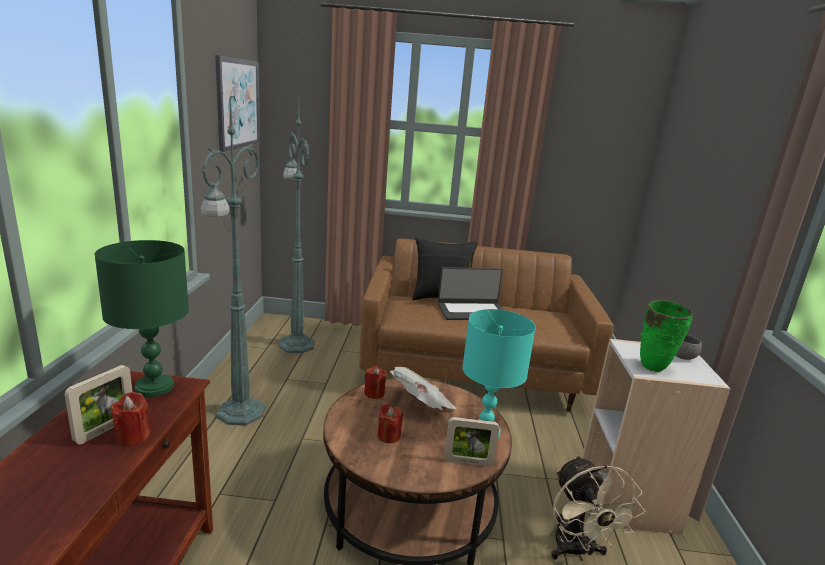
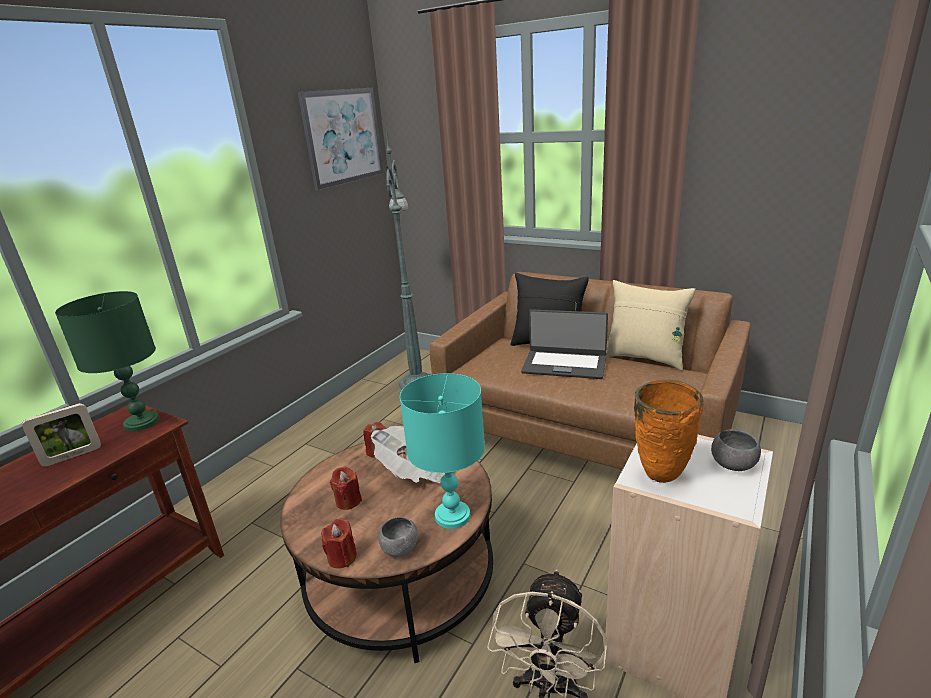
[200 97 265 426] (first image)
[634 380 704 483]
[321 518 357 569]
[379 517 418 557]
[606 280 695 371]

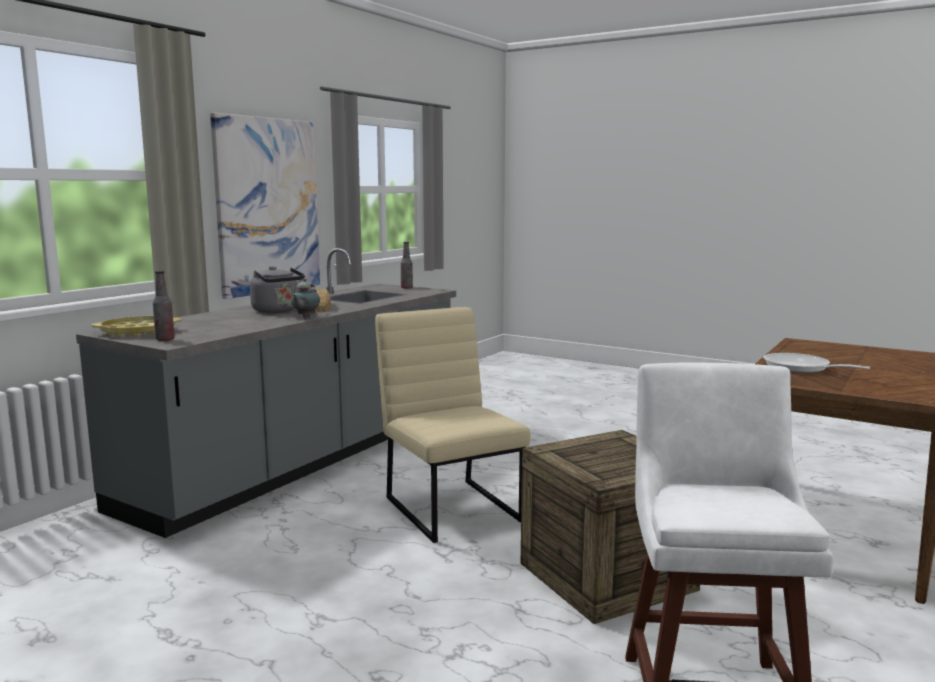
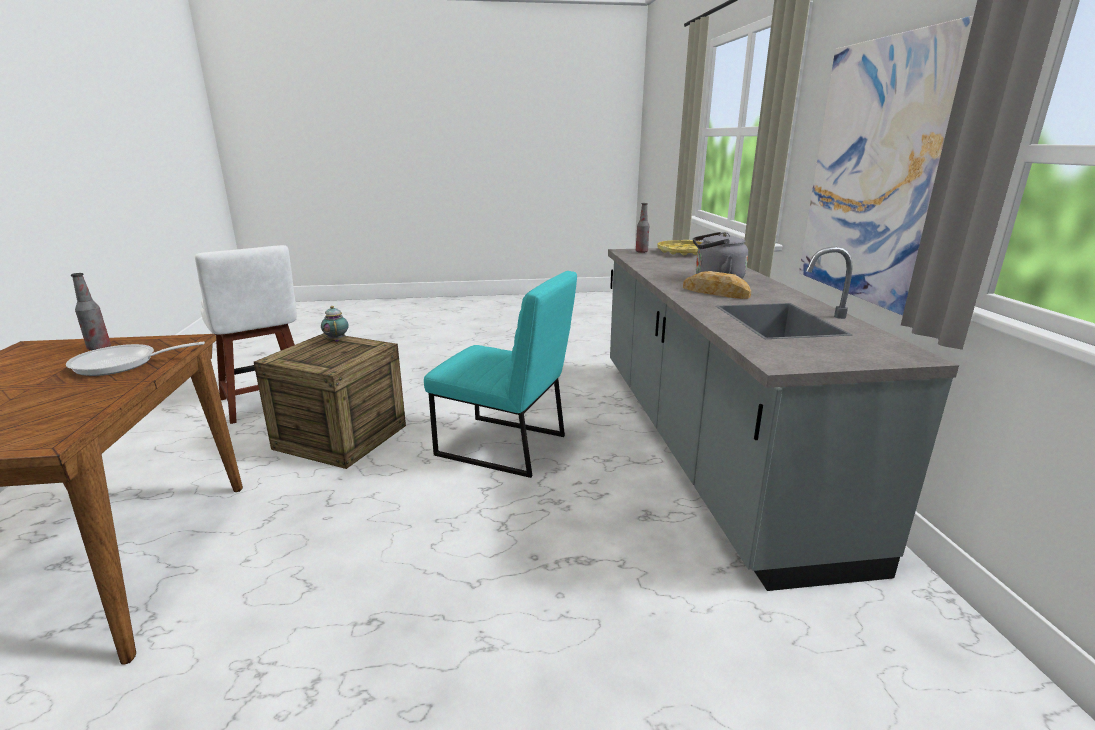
[71 273 111 350]
[321 306 348 342]
[424 271 577 478]
[66 342 205 376]

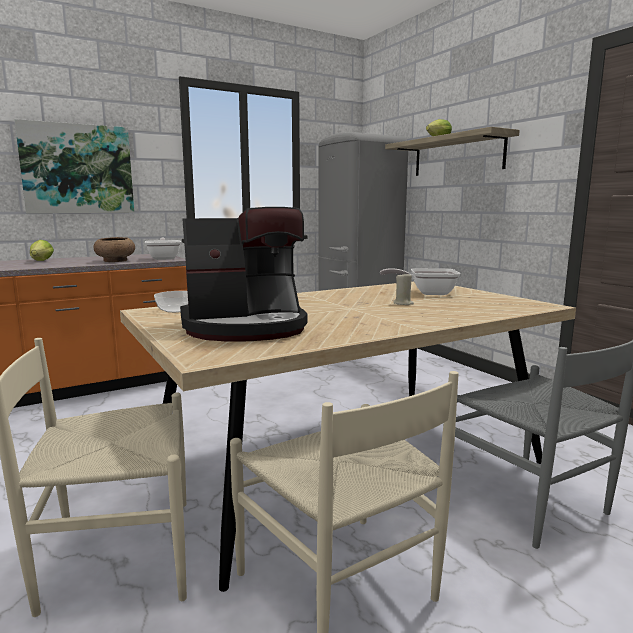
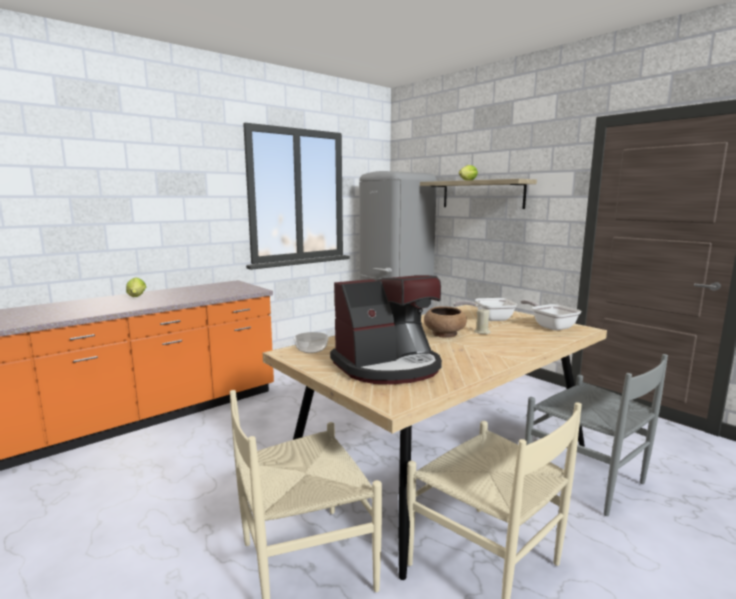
[14 119 134 214] (first image)
[424 306 467 338]
[521 300 581 331]

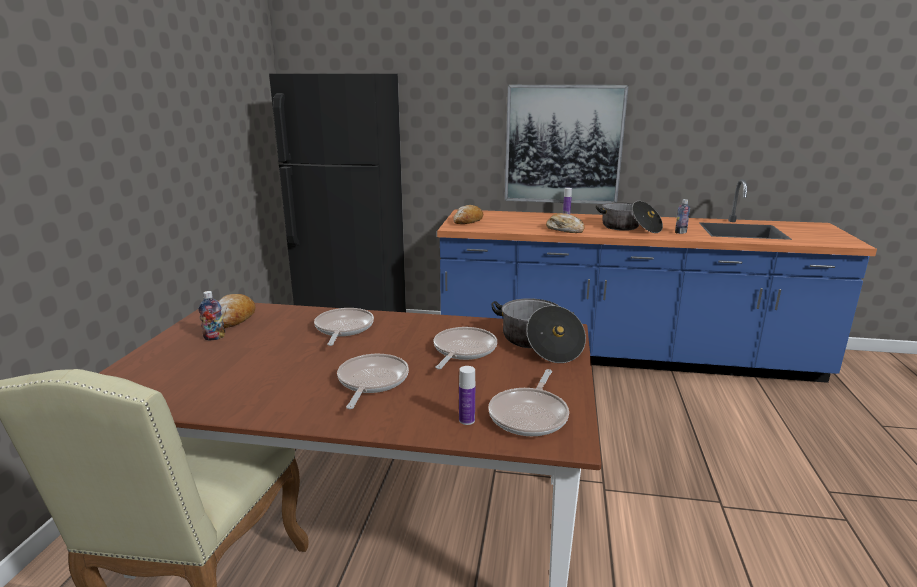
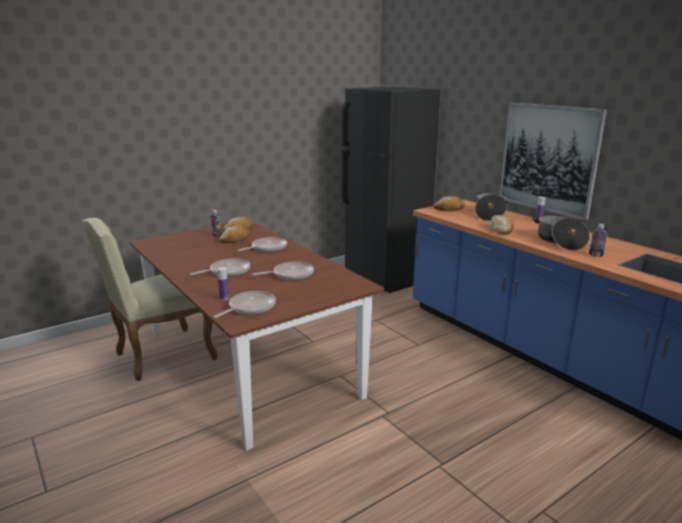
[475 192 508 221]
[213 291 276 318]
[219 225 250 243]

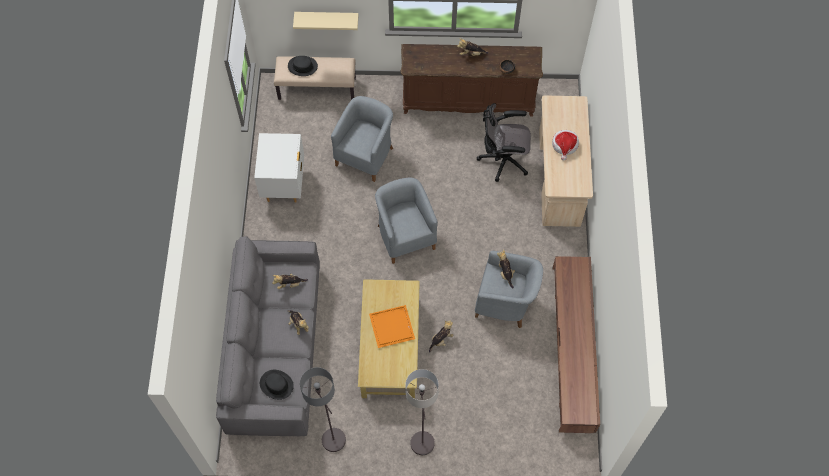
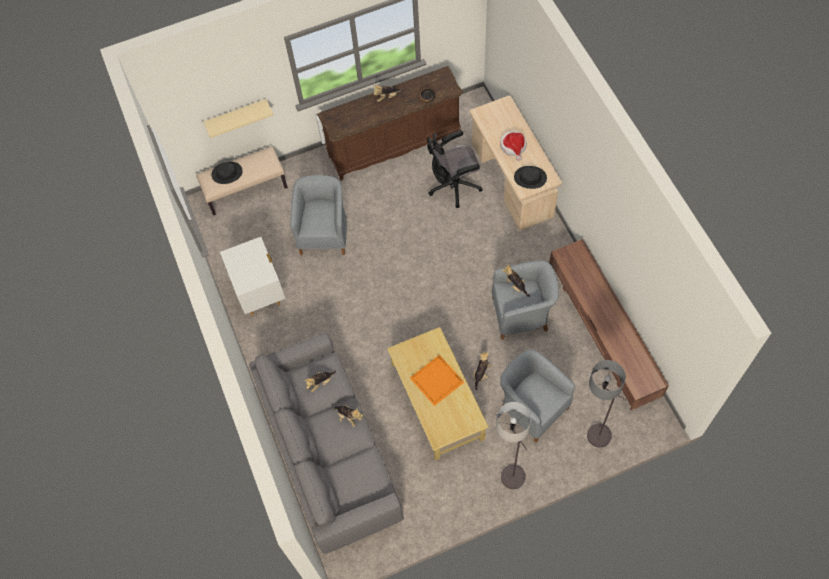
[500 350 575 443]
[587 360 627 448]
[514 166 547 189]

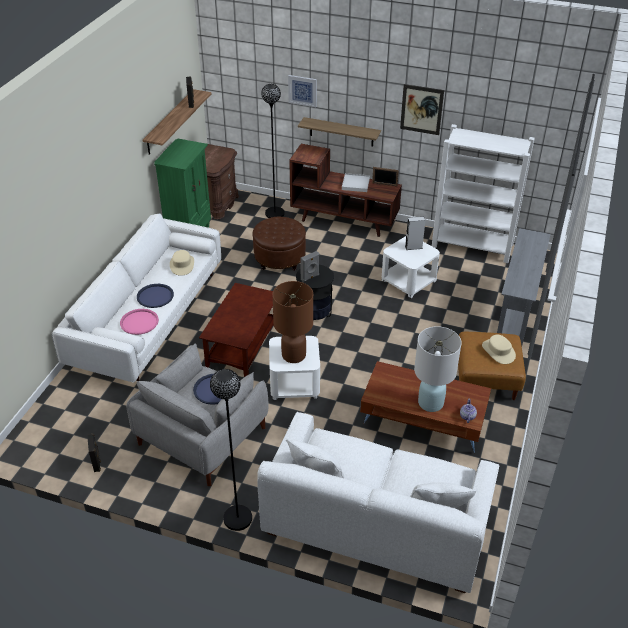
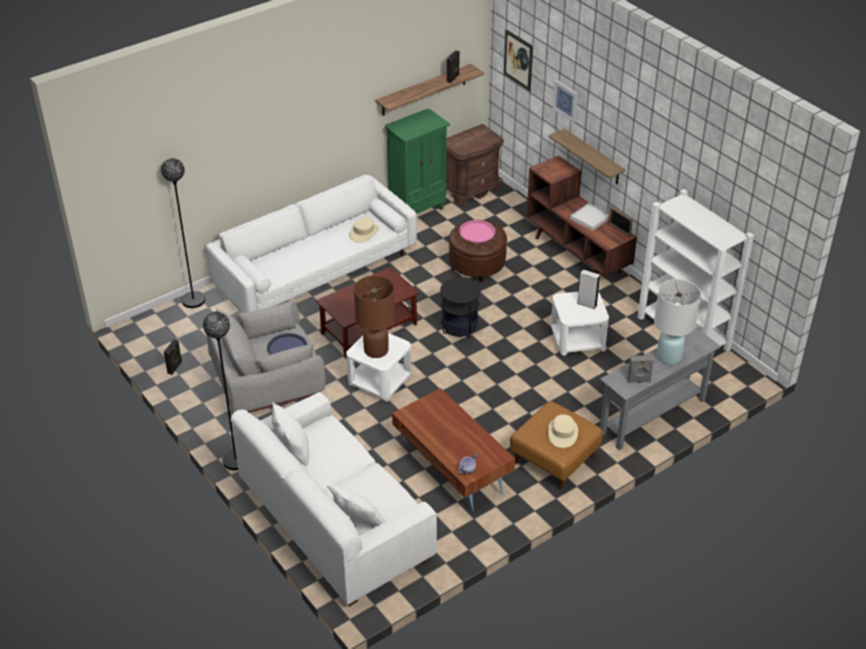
[161 158 205 308]
[504 29 533 91]
[627 355 654 383]
[137 284 174 308] (first image)
[459 220 495 243]
[654 279 701 365]

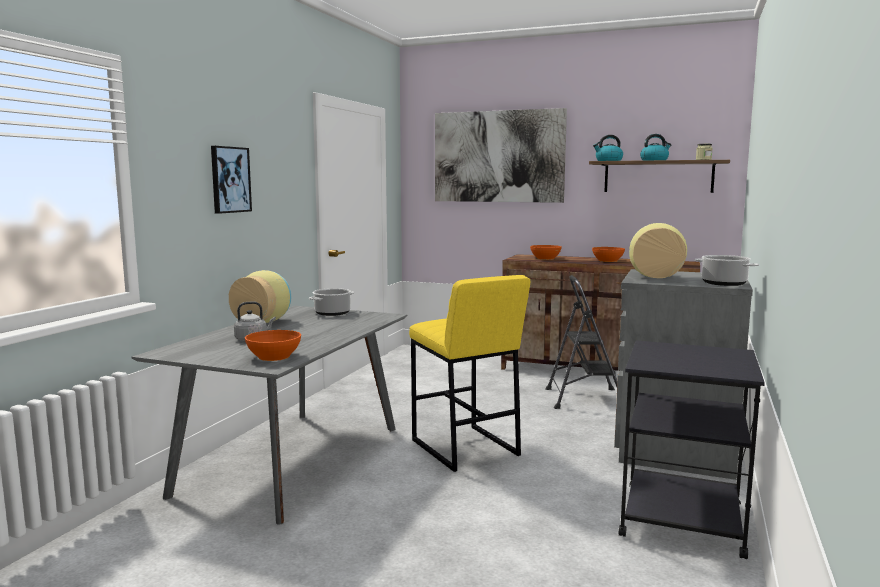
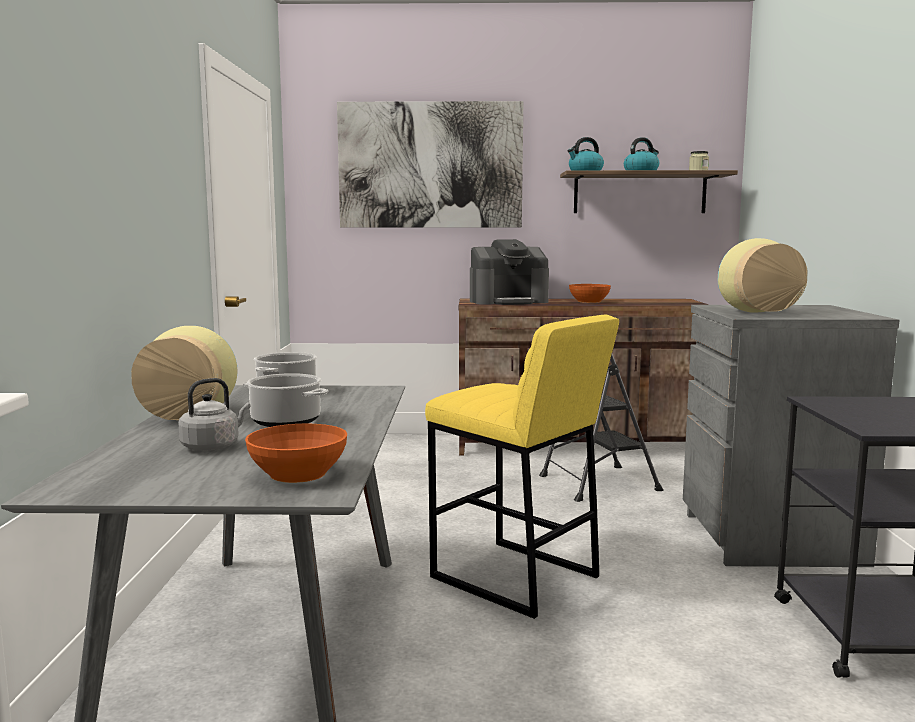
[211 146 252 214] (first image)
[470 239 549 305]
[243 373 328 427]

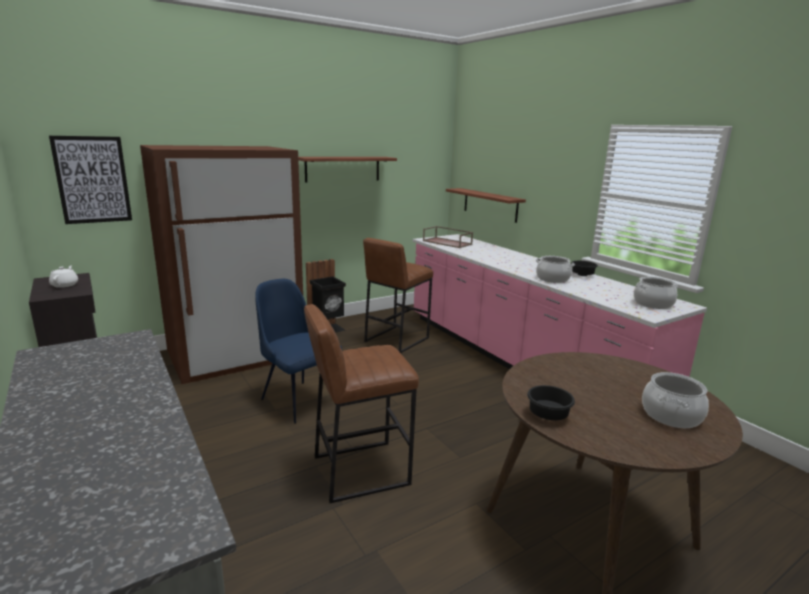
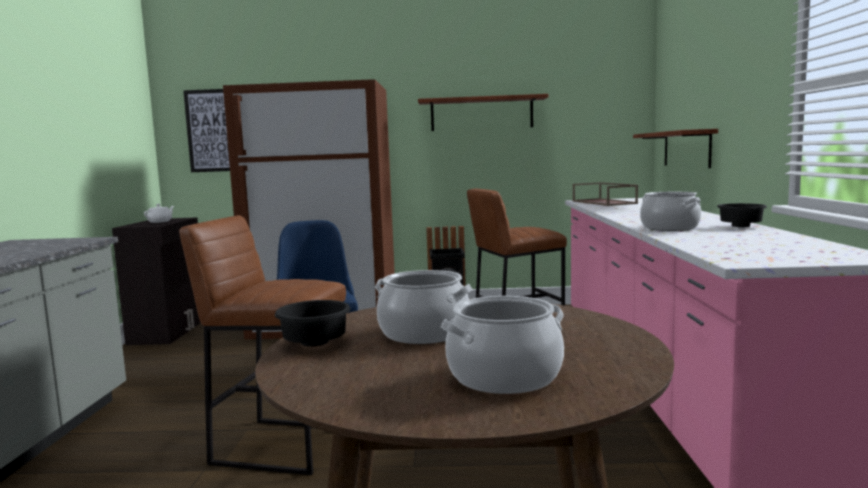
[375 270 473 344]

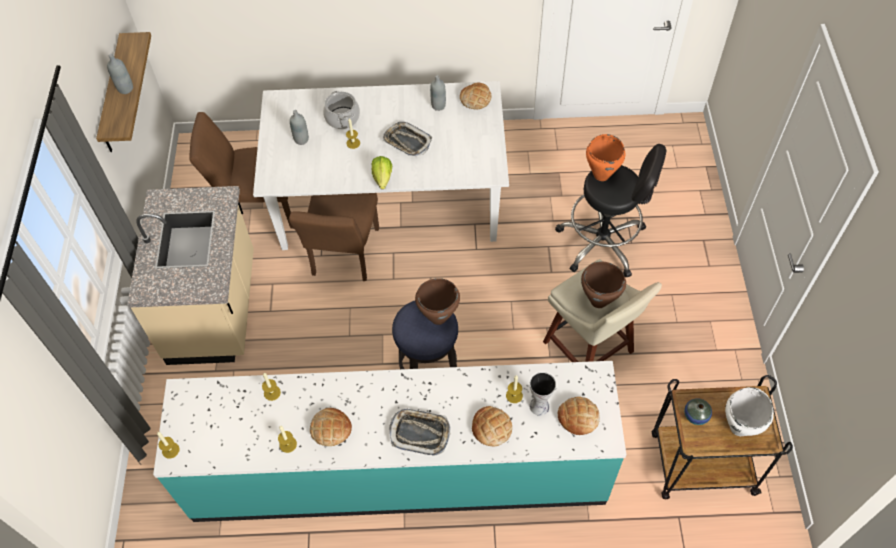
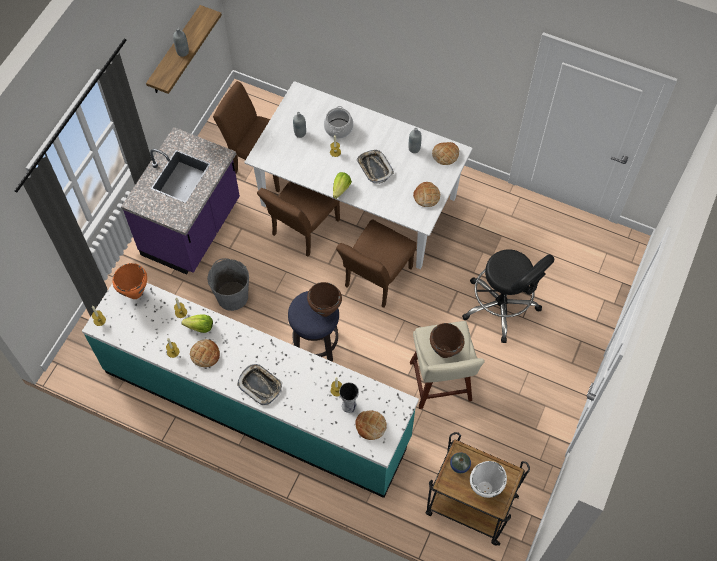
[112 263 147 299]
[121 127 240 275]
[413 182 440 207]
[336 219 417 308]
[207 258 249 311]
[182 314 213 333]

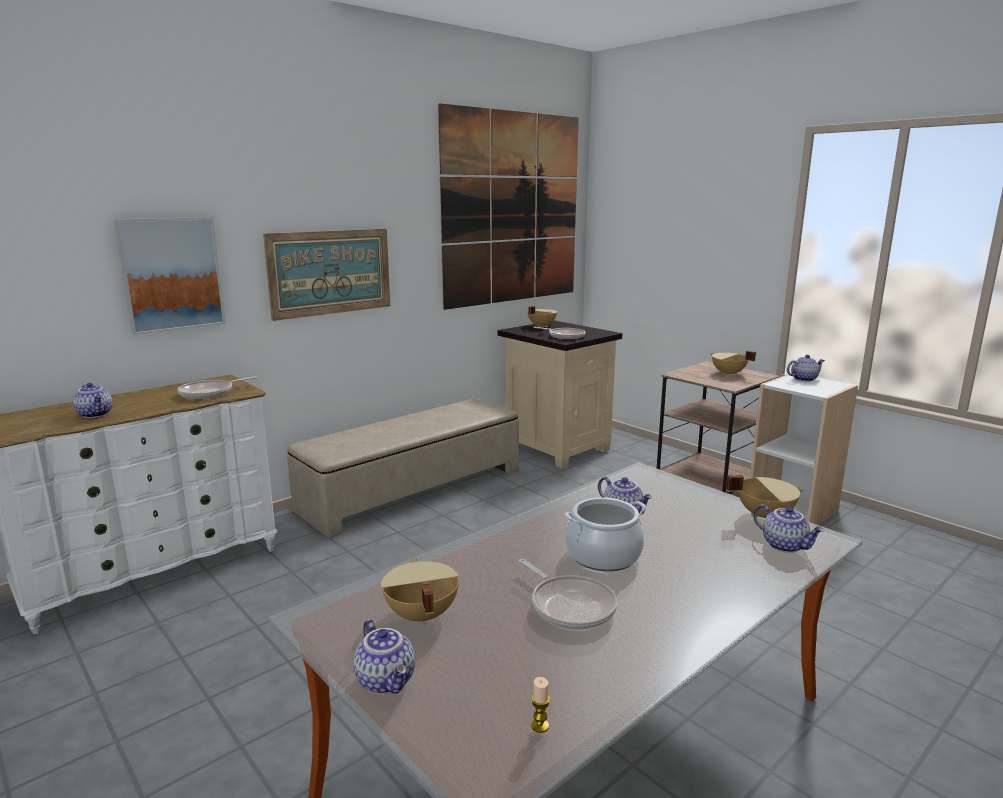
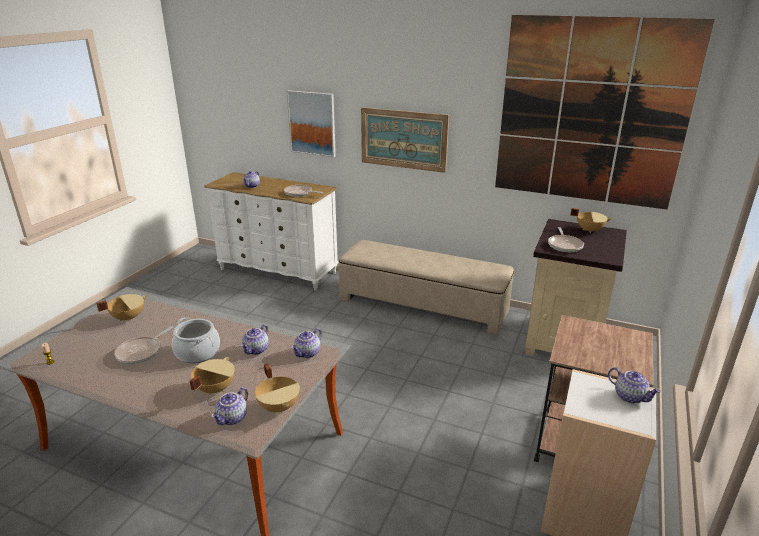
[190 357 235 395]
[291 328 322 358]

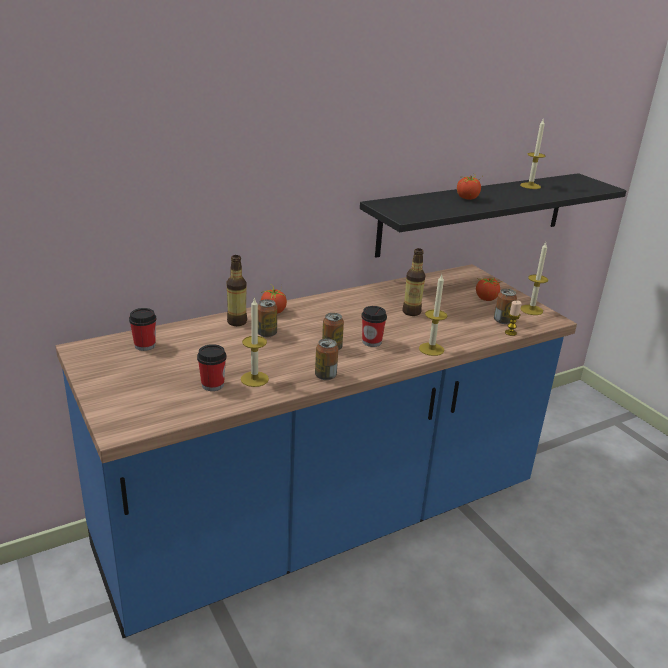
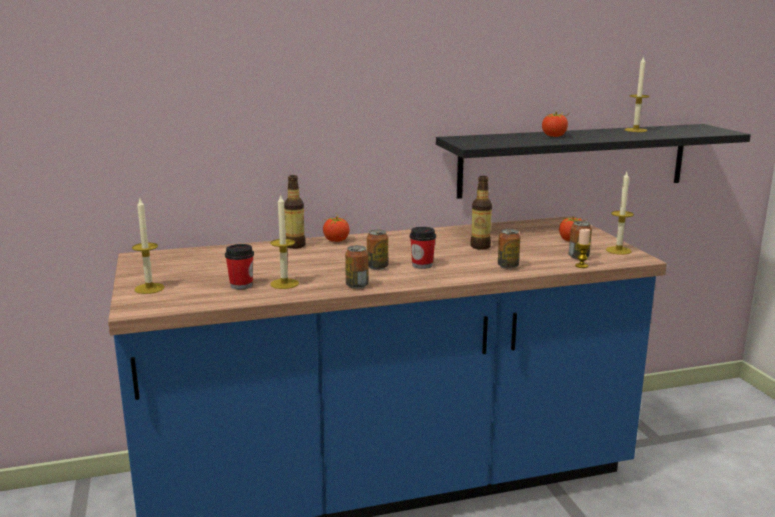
[132 199 164 294]
[498 229 520 269]
[129 308 156 351] (first image)

